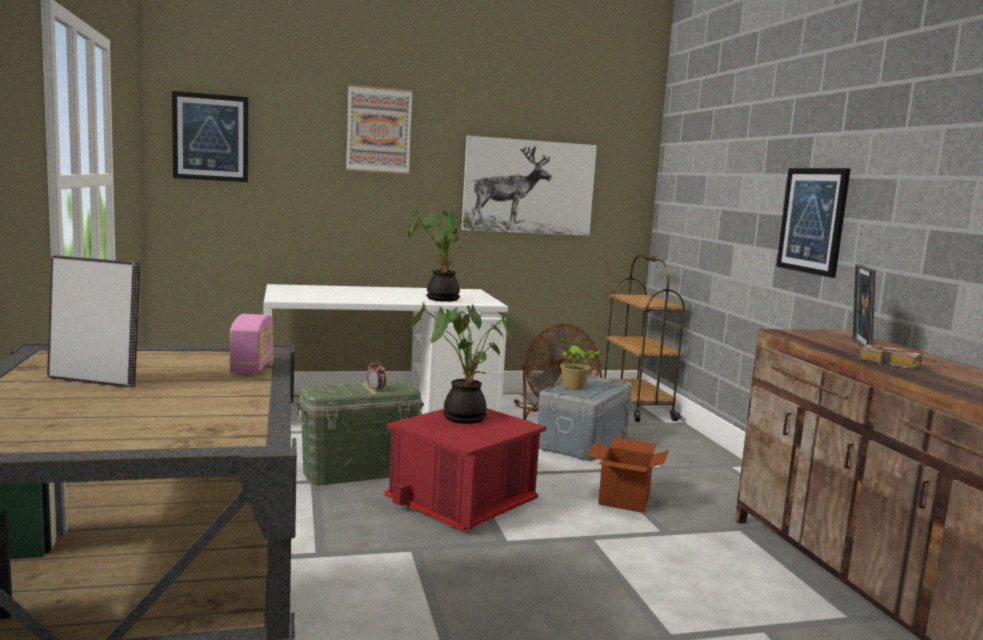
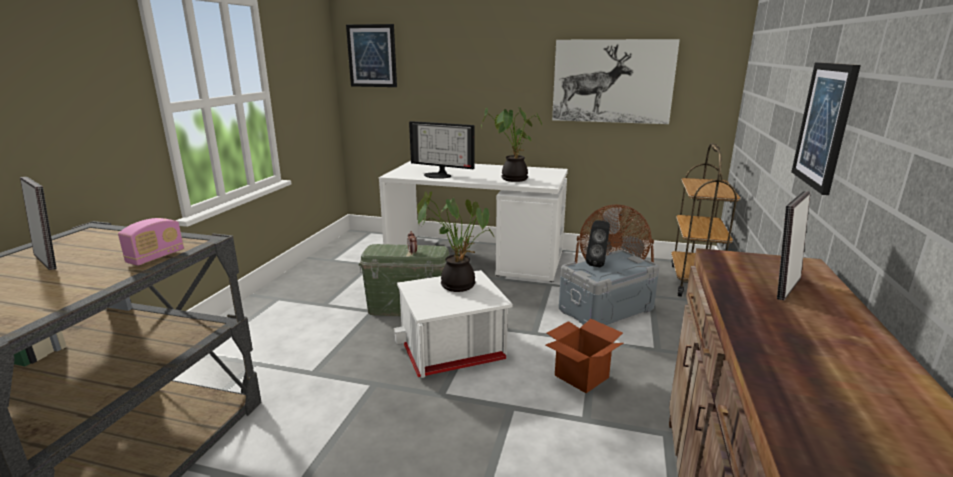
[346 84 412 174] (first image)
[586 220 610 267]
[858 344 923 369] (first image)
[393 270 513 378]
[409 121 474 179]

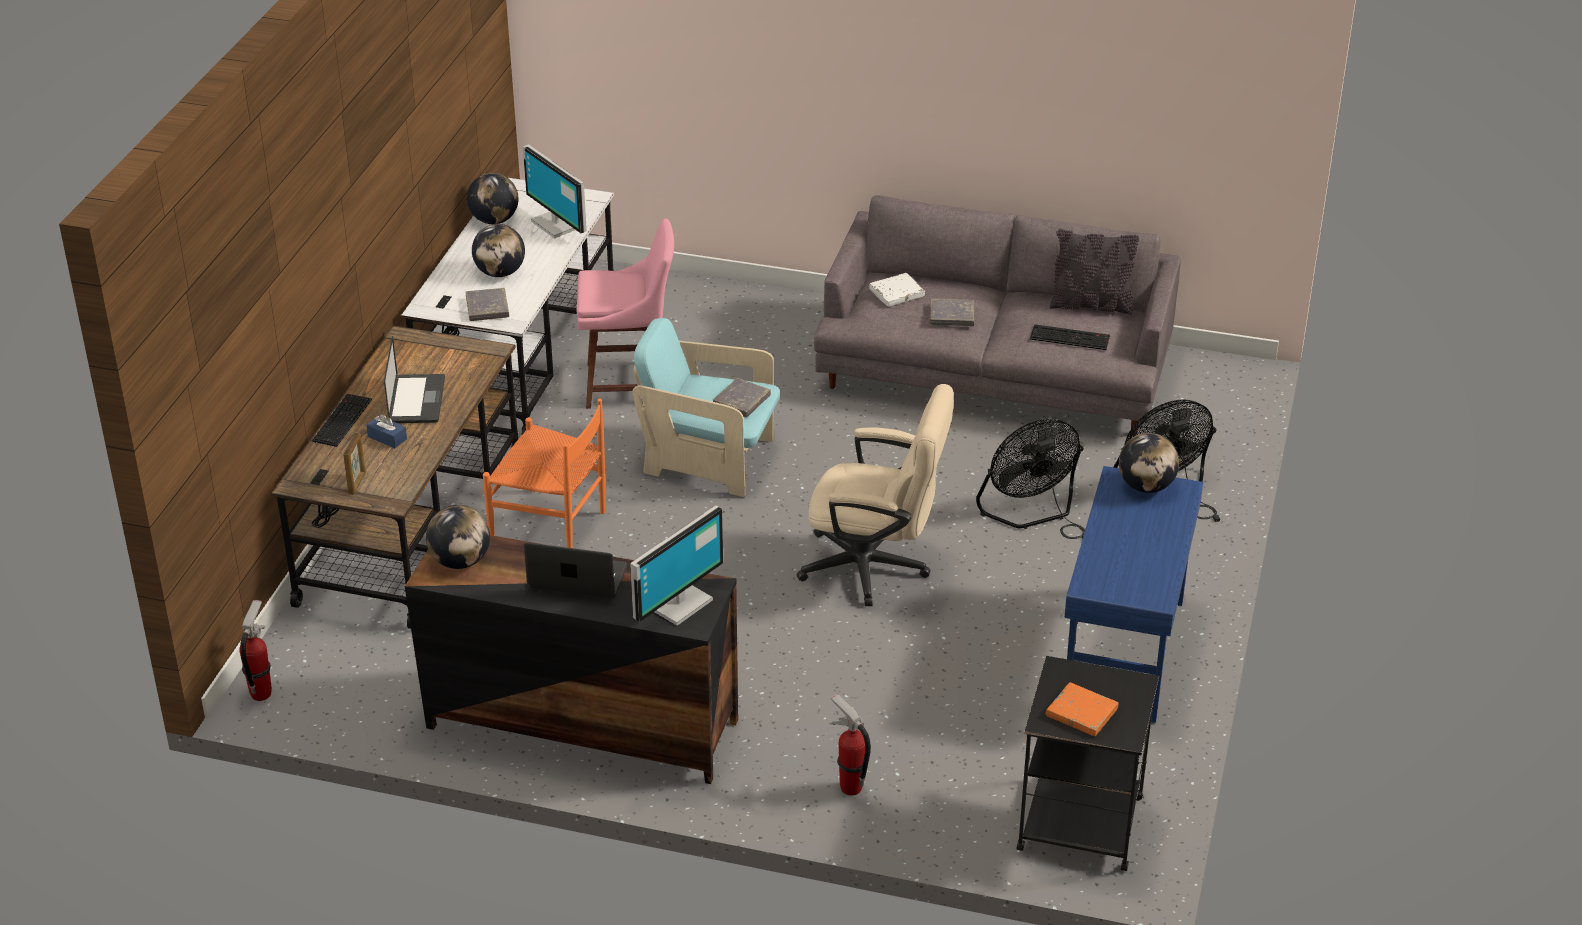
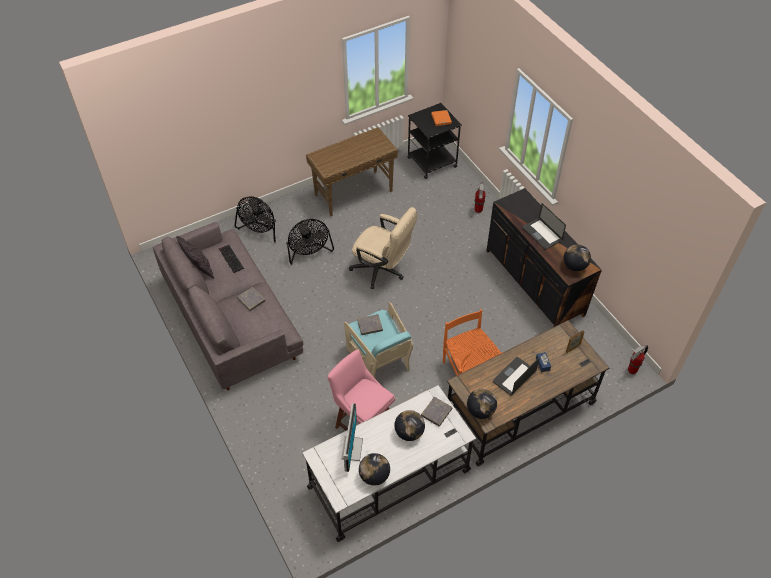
[869 273 925 307] (first image)
[349 207 417 289]
[312 394 372 447] (first image)
[286 219 334 265]
[467 389 497 419]
[306 127 398 217]
[630 505 723 626] (first image)

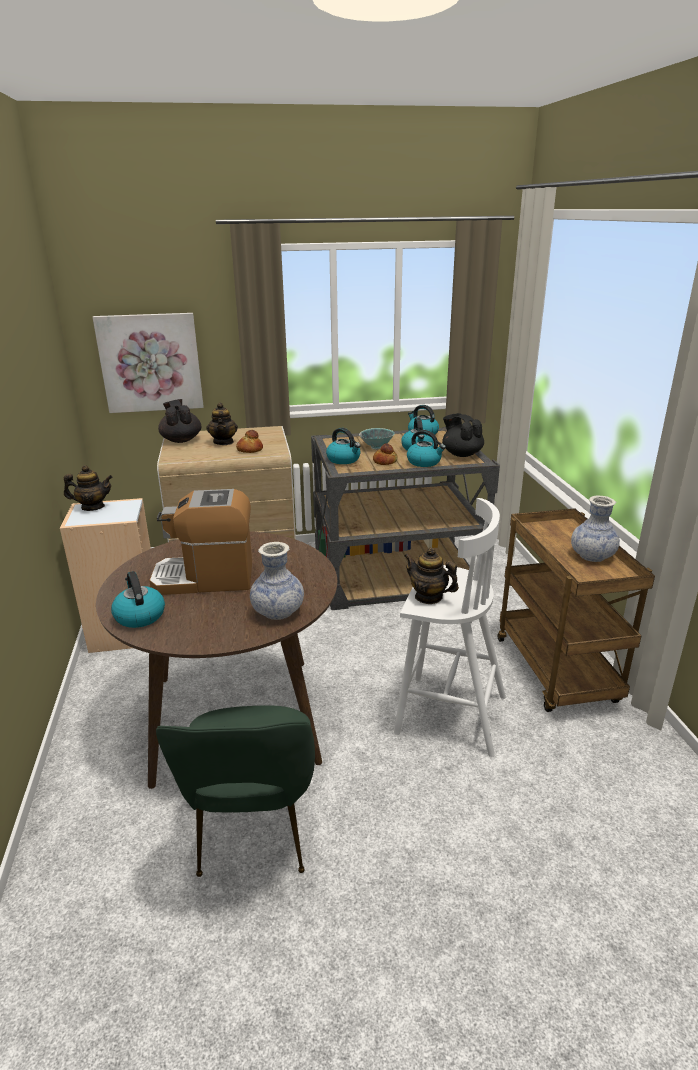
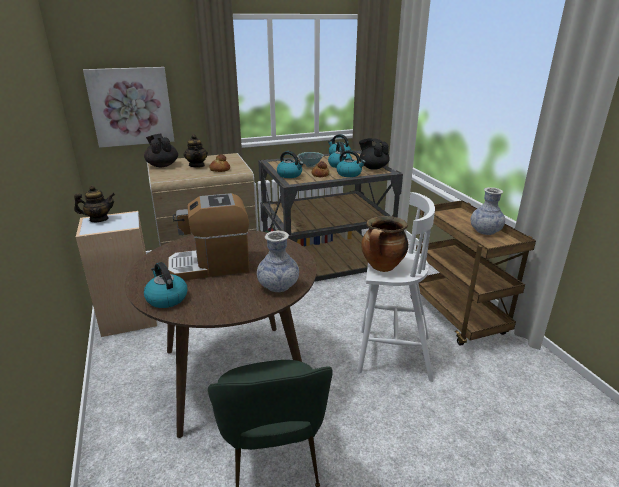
[361 216 408 272]

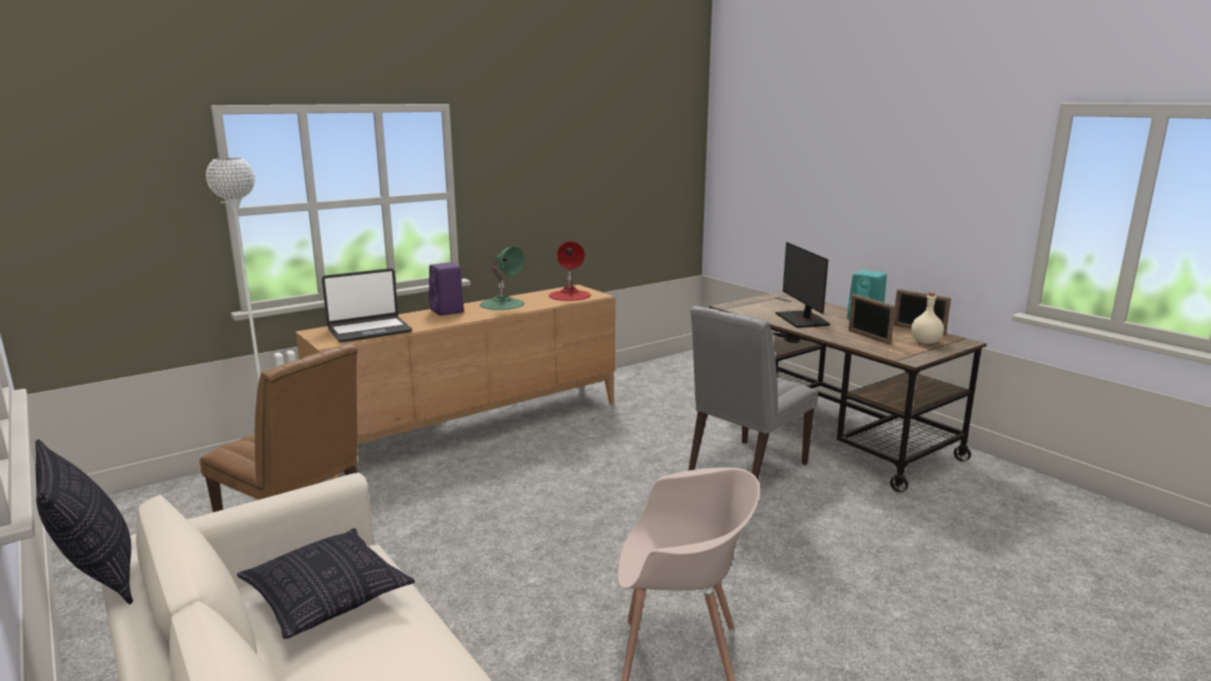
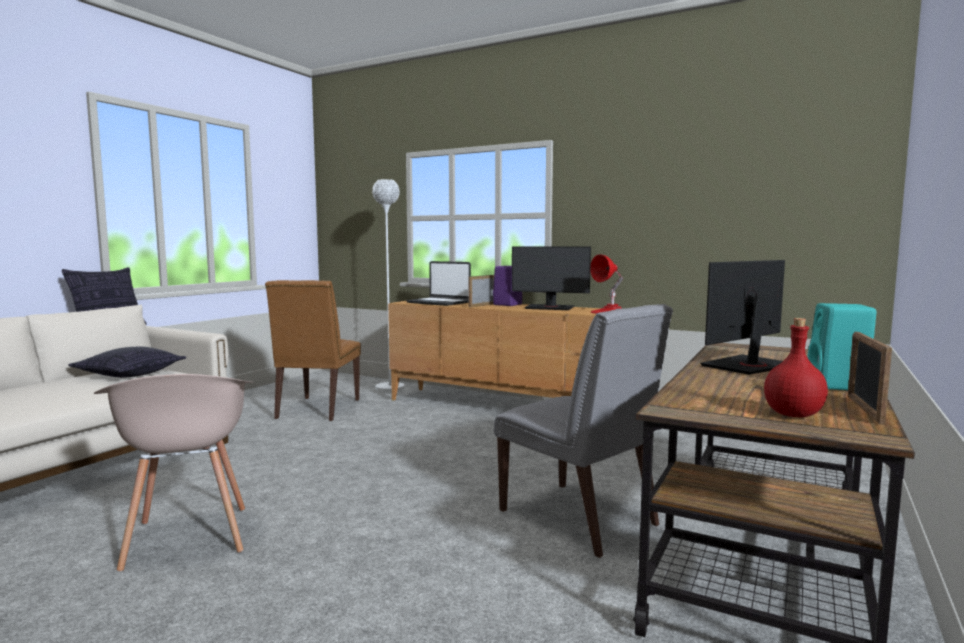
[512 246 591 310]
[764 318 828 418]
[469 275 494 307]
[494 304 673 558]

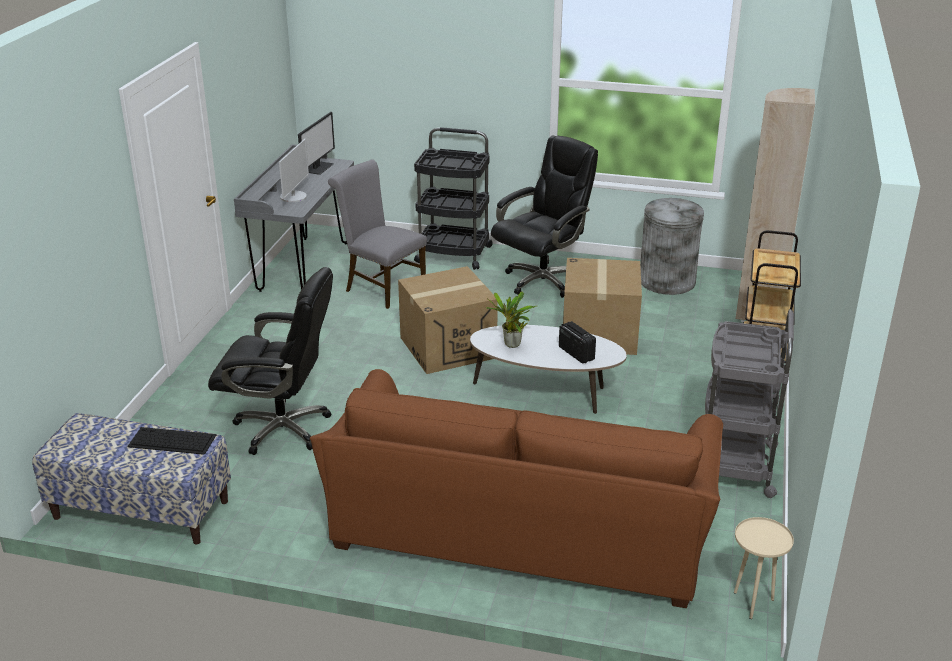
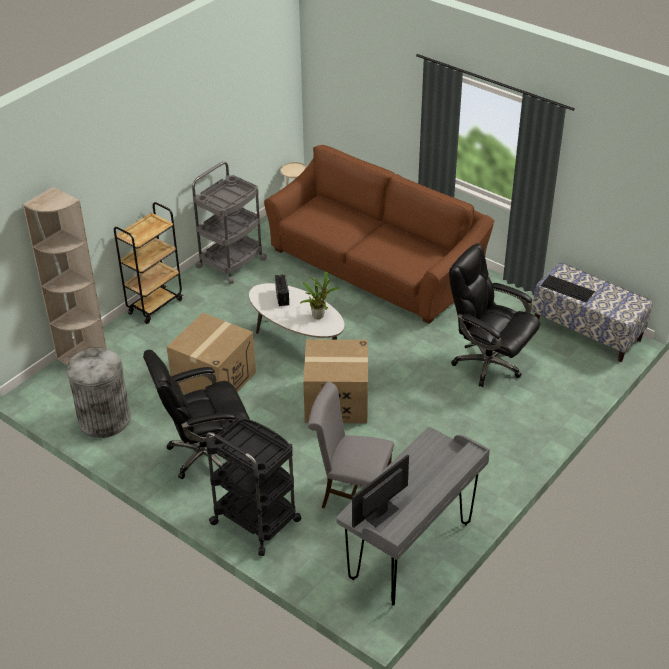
[279 139 309 202] (first image)
[308 382 394 508]

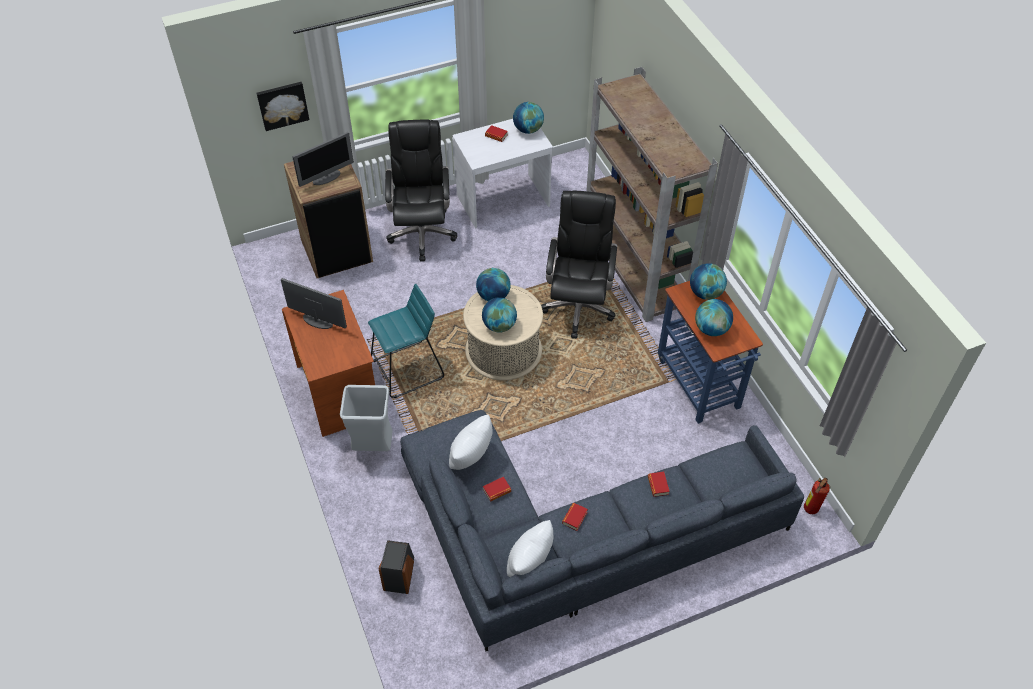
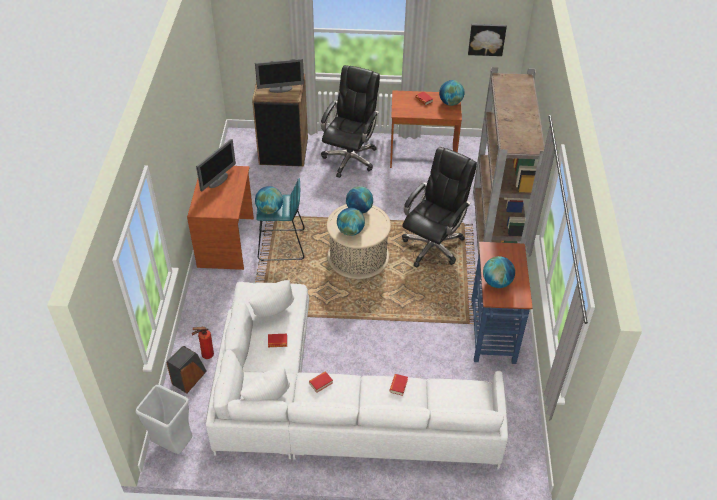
[468 24 507 56]
[390 90 462 168]
[255 186 283 214]
[196 139 236 191]
[135 385 192 454]
[206 282 508 470]
[192 326 214 359]

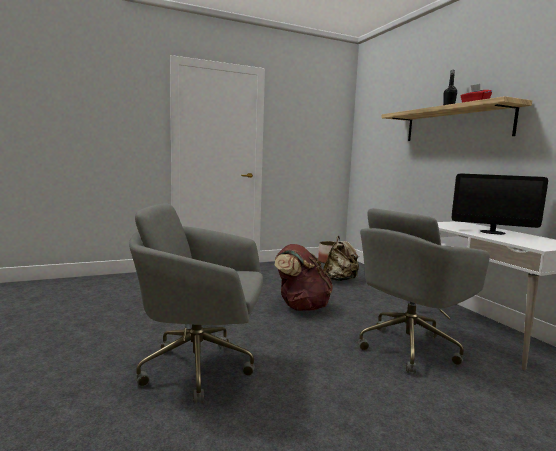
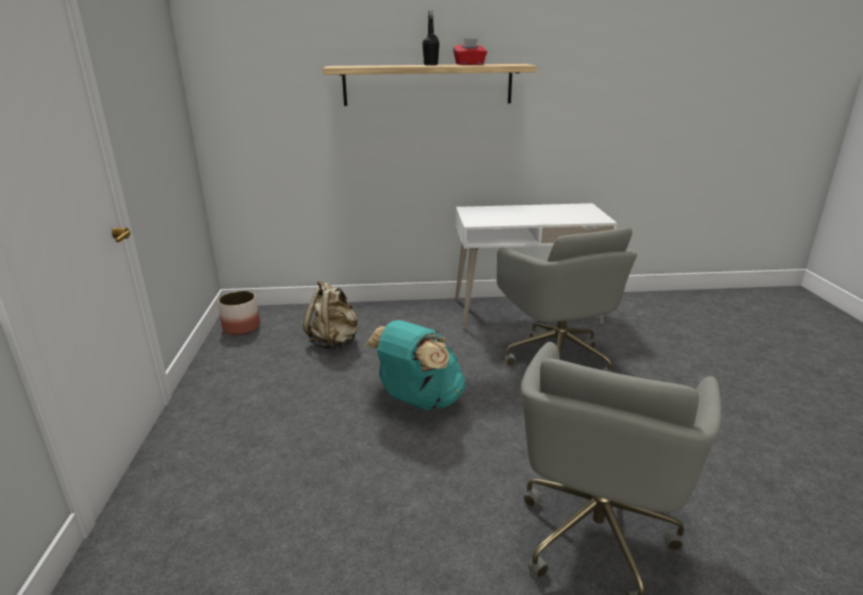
[452 173 548 235] (first image)
[365 320 466 410]

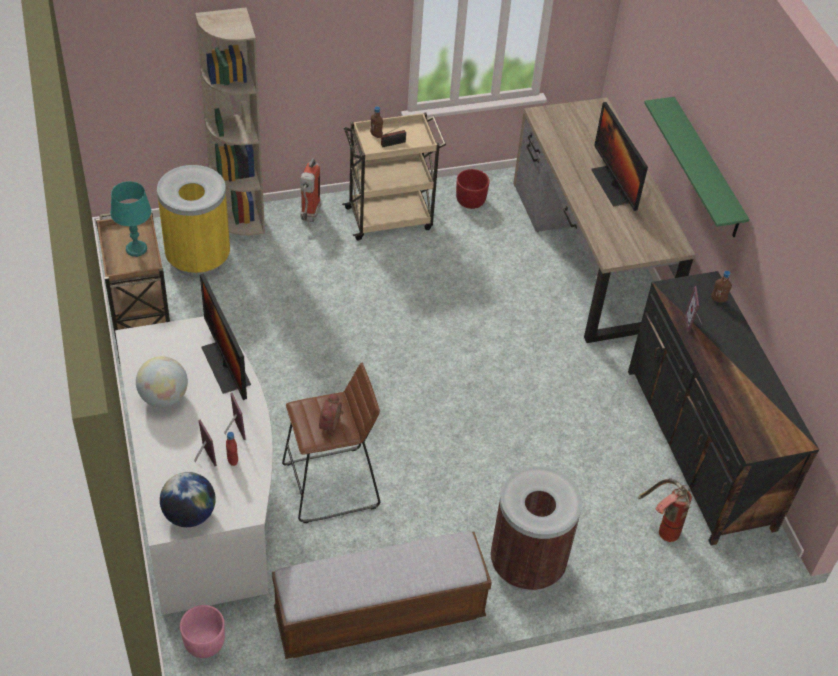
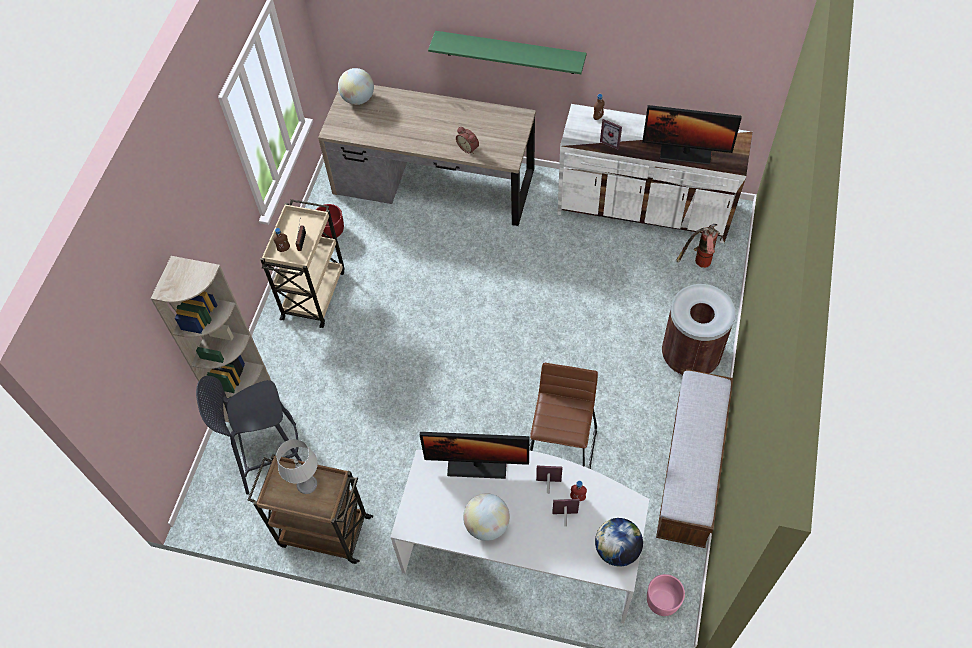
[642 105 742 165]
[300 158 321 222] (first image)
[196 376 302 495]
[276 439 318 494]
[557 104 752 243]
[456 127 479 154]
[338 68 374 105]

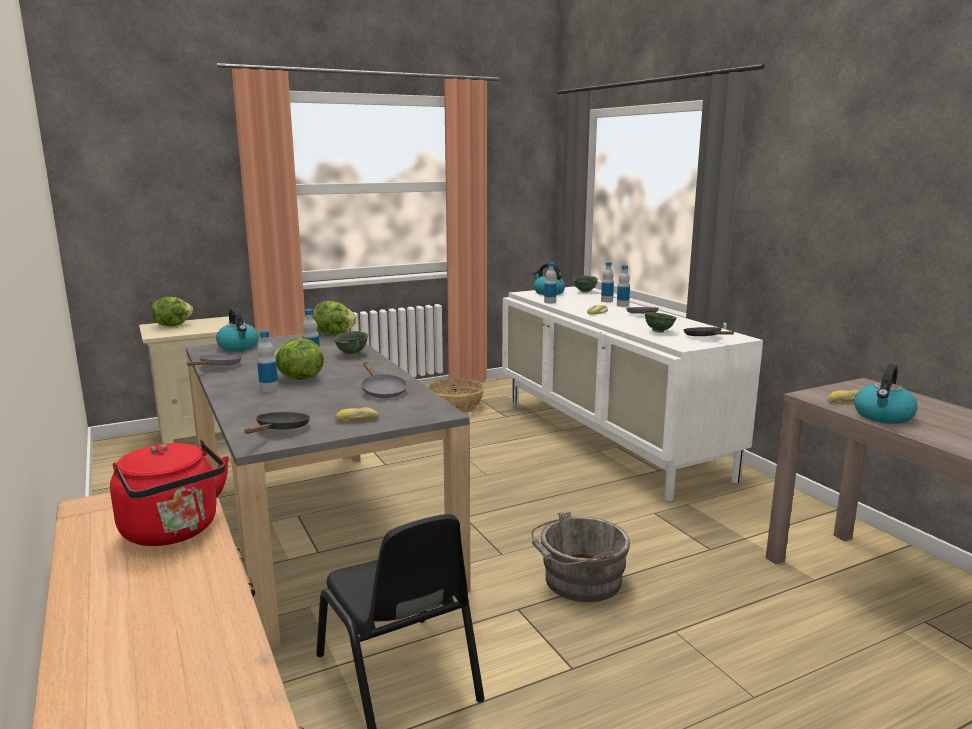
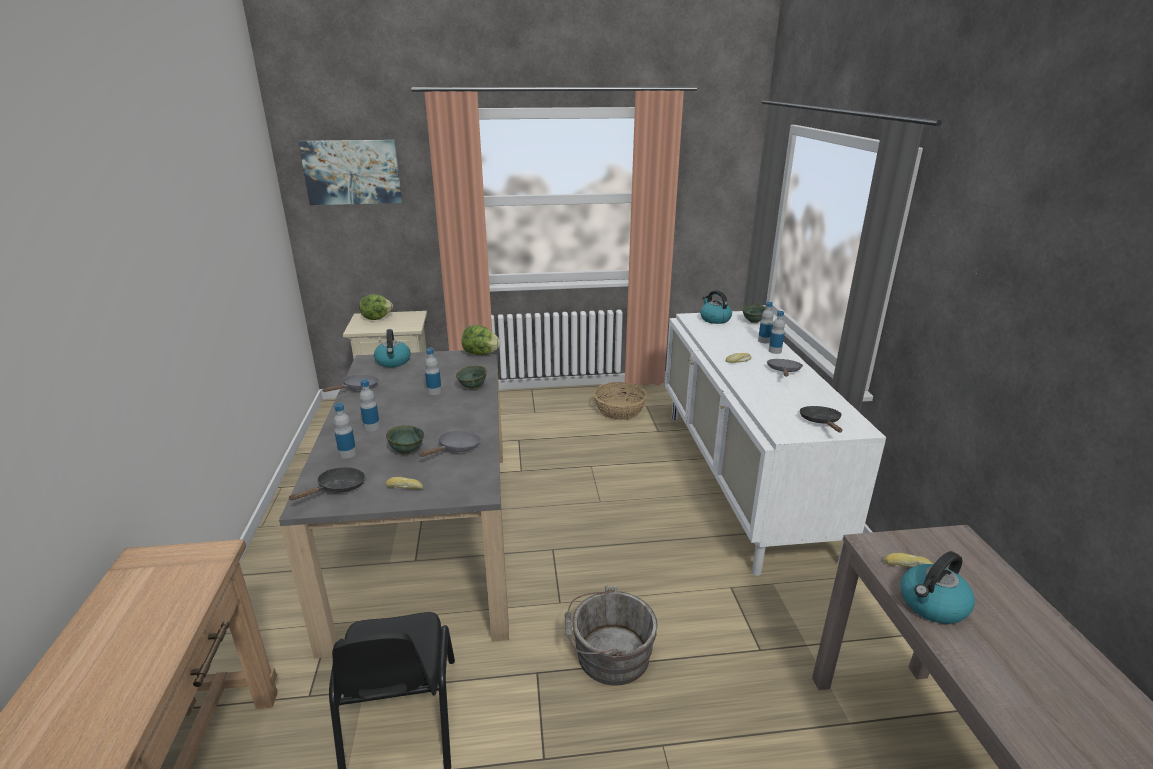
[334 403 357 459]
[386 425 424 454]
[274 338 324 380] (first image)
[419 431 481 457]
[110 440 229 546] (first image)
[298 140 402 205]

